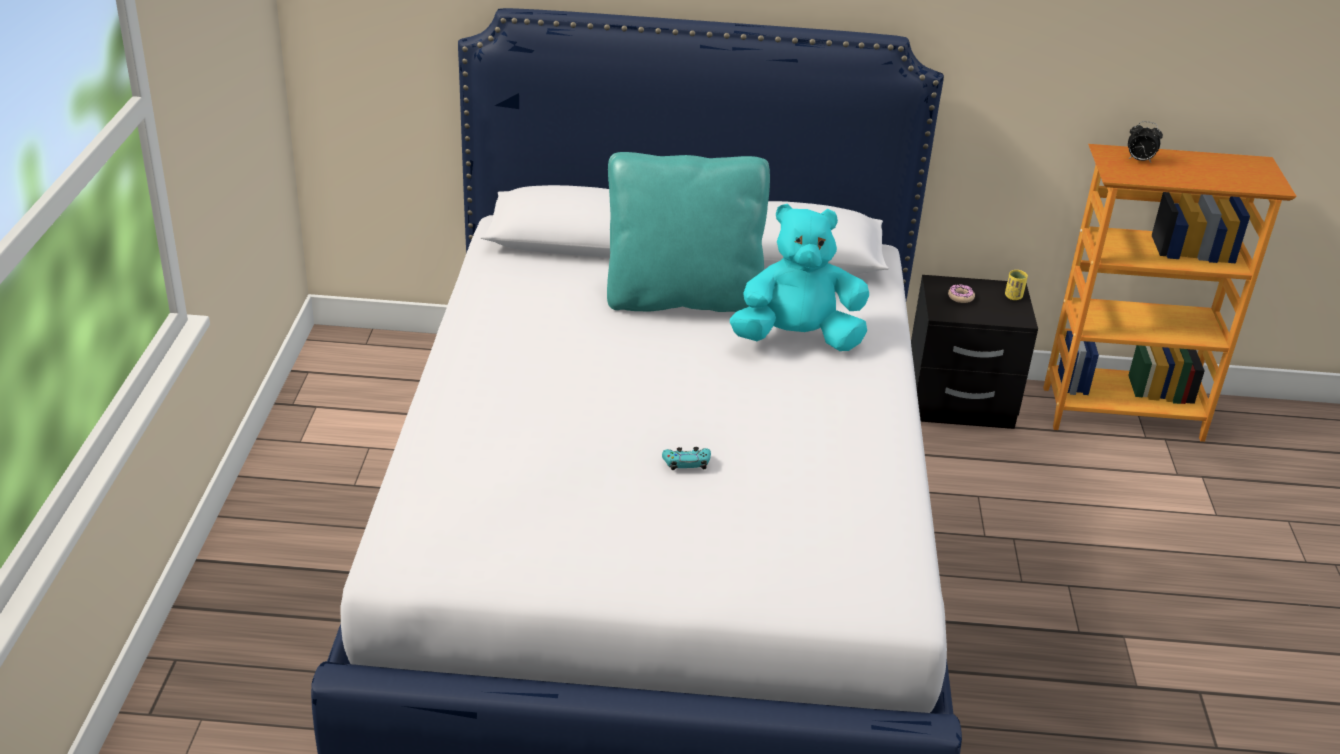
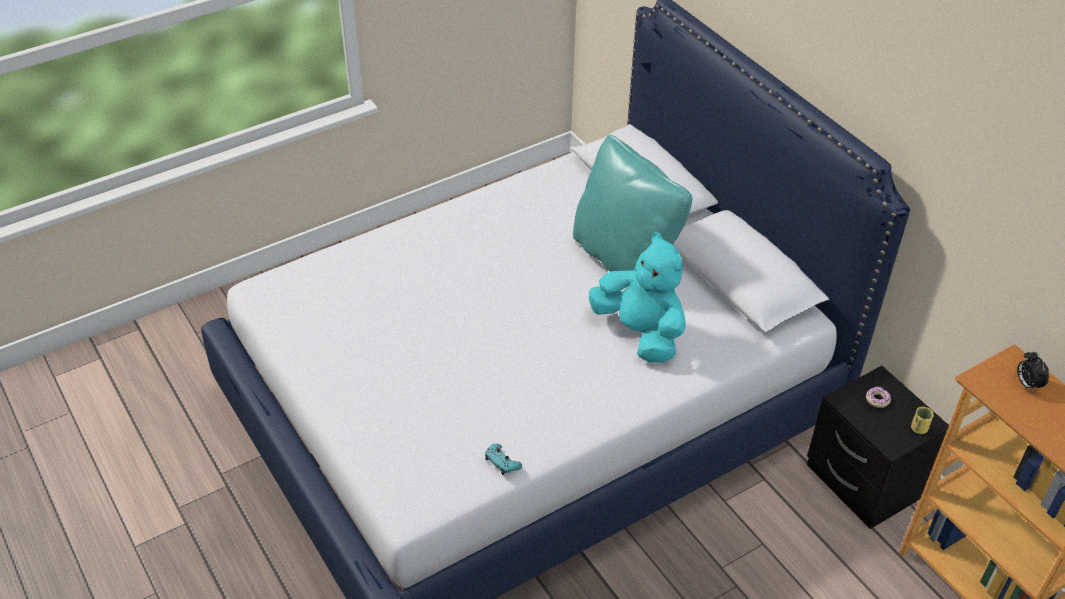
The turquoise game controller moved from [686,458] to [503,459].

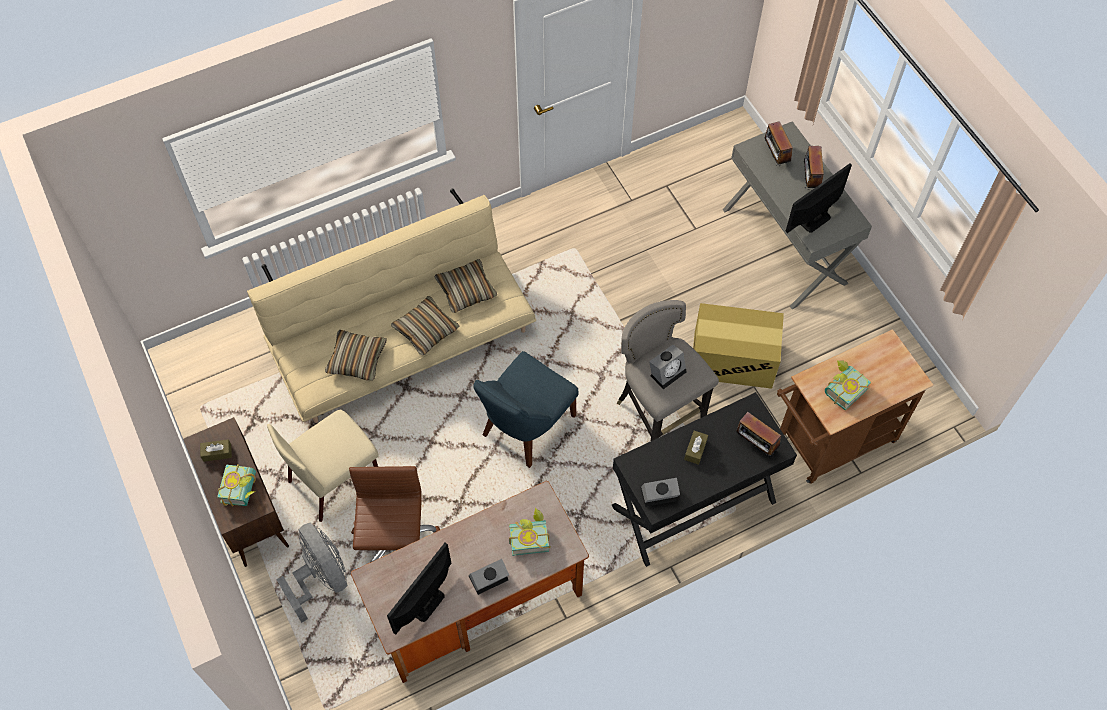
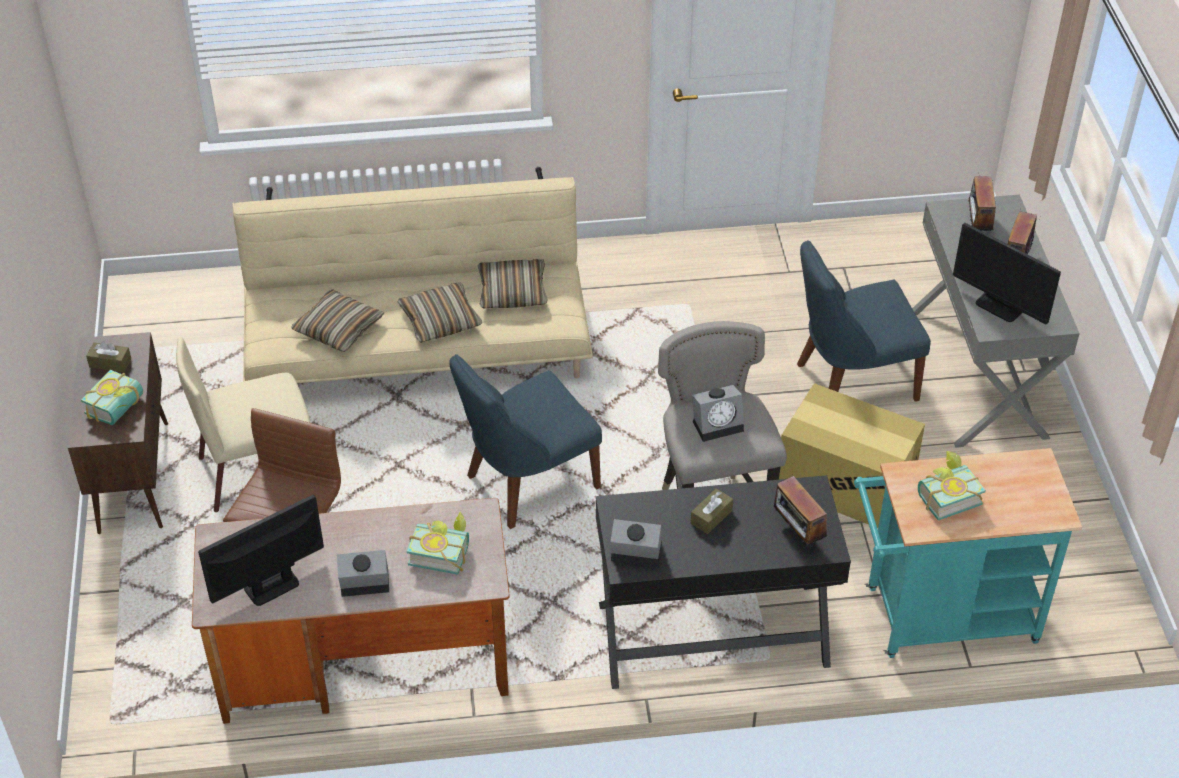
The monitor at [819,198] turned 120 degrees counterclockwise.
The brown cart at [855,406] became the turquoise cart at [968,553].
The grey fan at [312,572] disappeared.
The blue chair at [864,321] appeared.

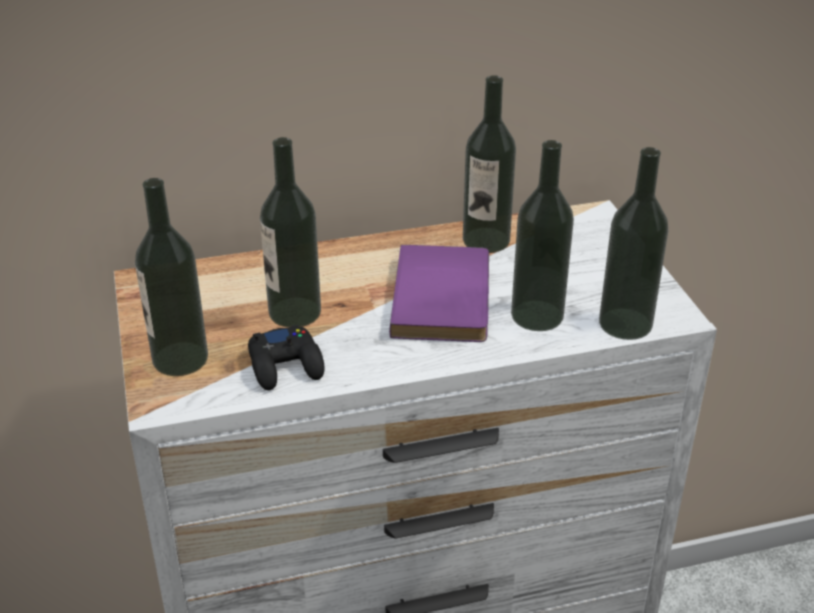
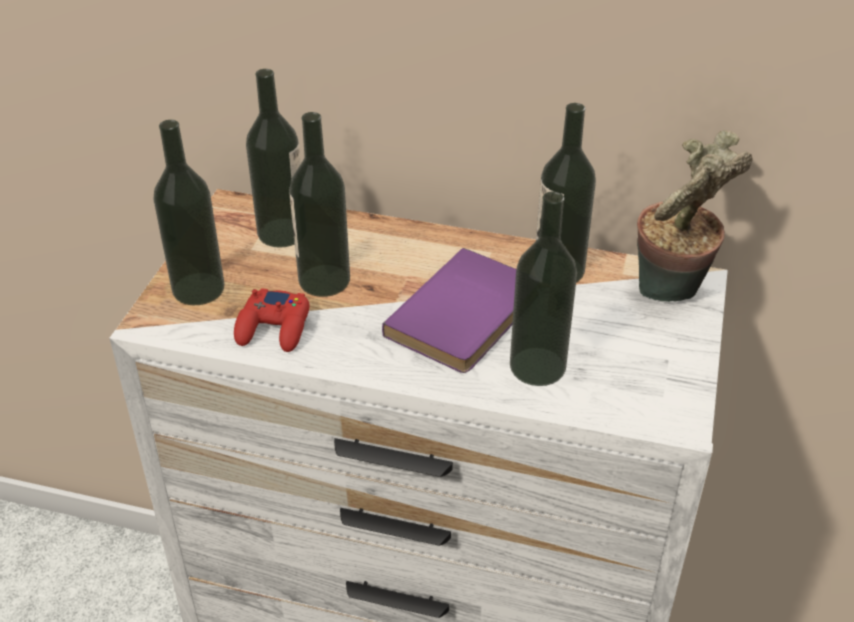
The bottle moved from [634,243] to [273,158].
The black game controller at [286,357] became the red game controller at [272,320].
The potted plant at [695,216] appeared.

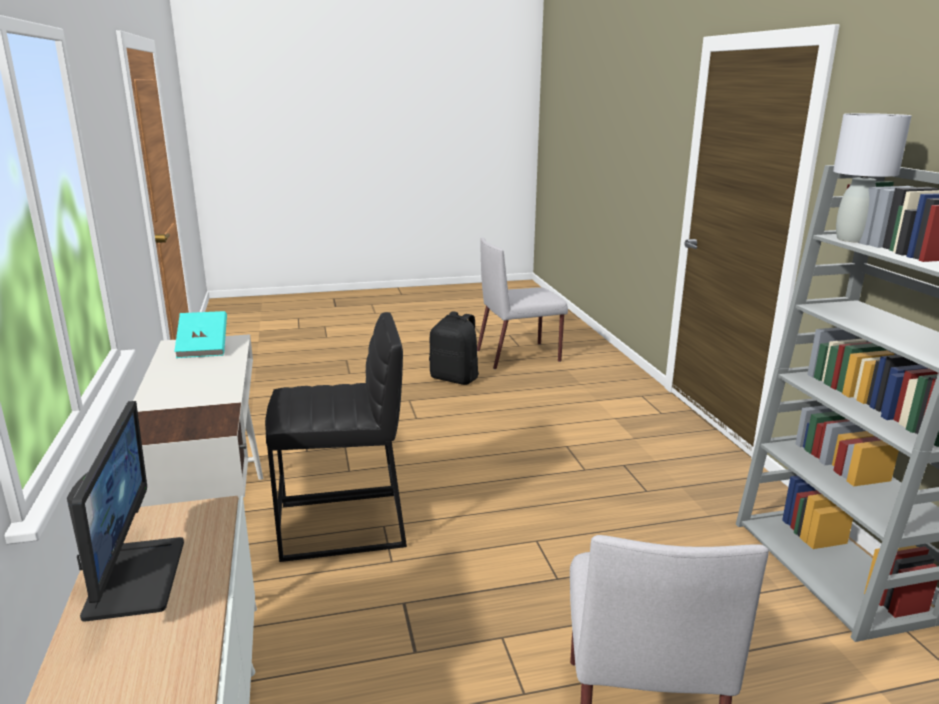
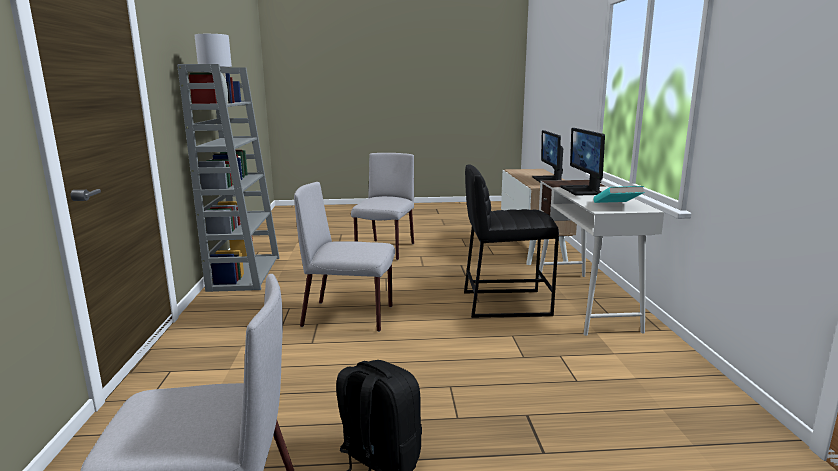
The monitor at [582,162] appeared.
The grey chair at [344,257] appeared.

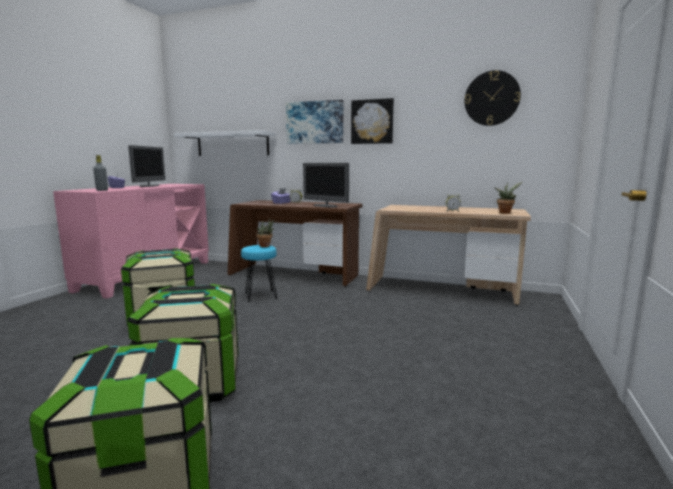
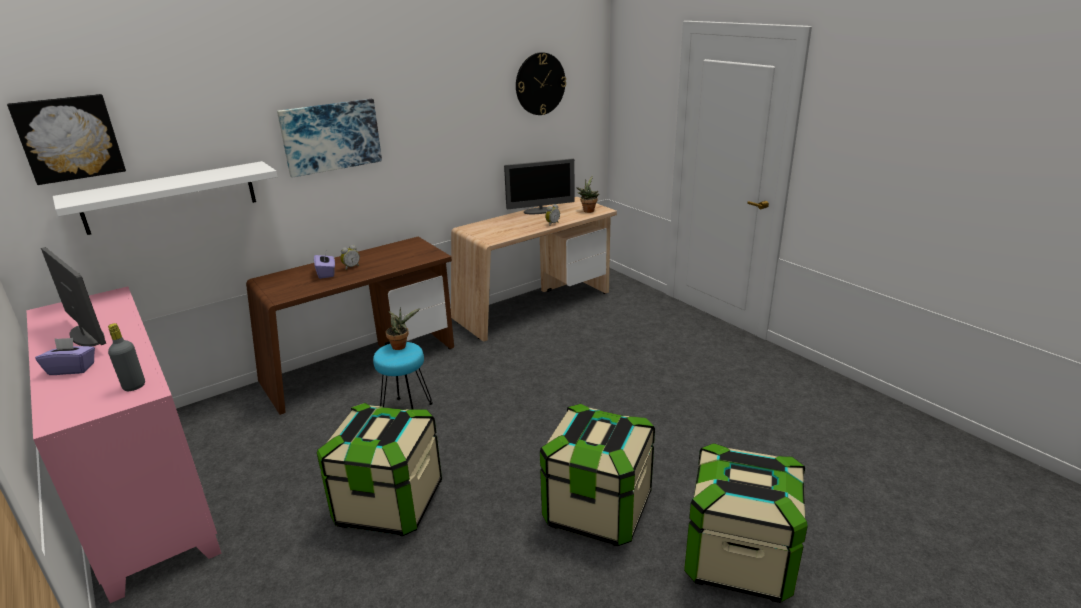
The picture moved from [372,121] to [66,139].
The monitor moved from [326,185] to [539,186].

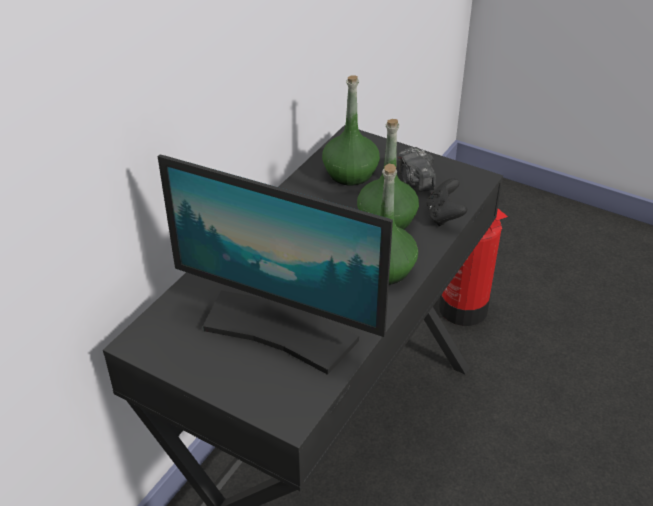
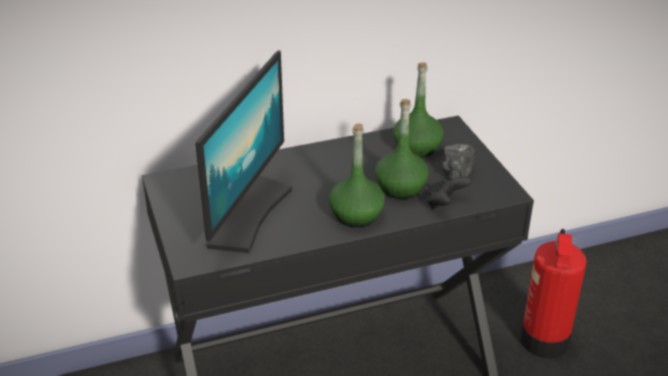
The monitor at [275,265] turned 135 degrees counterclockwise.

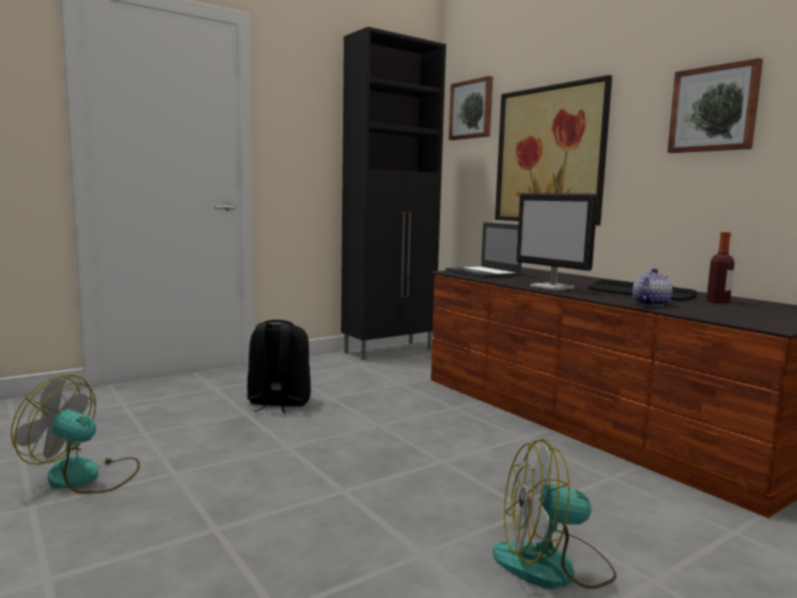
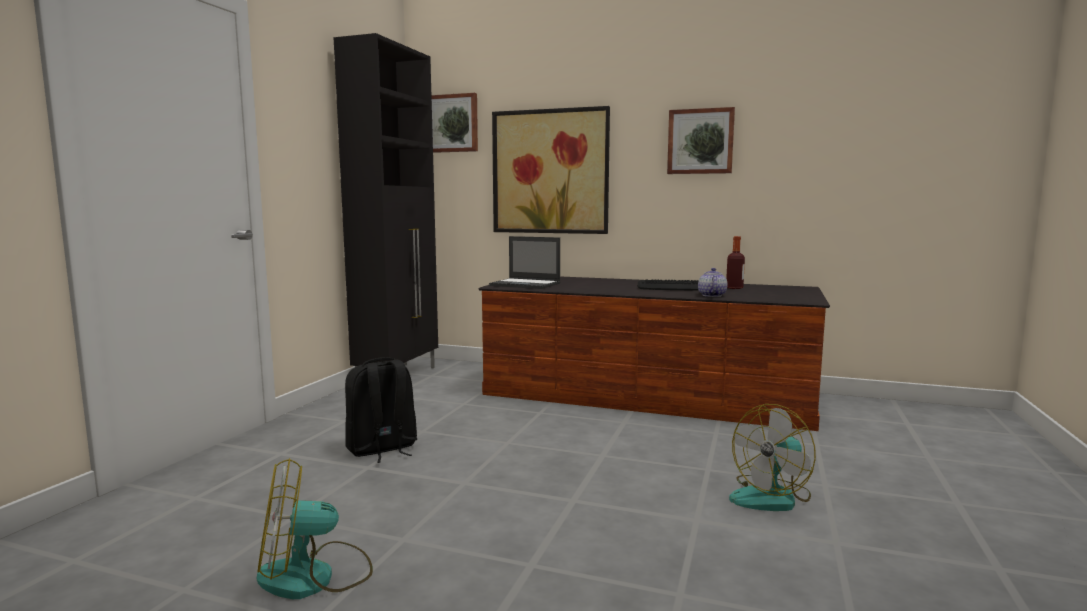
The monitor at [557,242] disappeared.

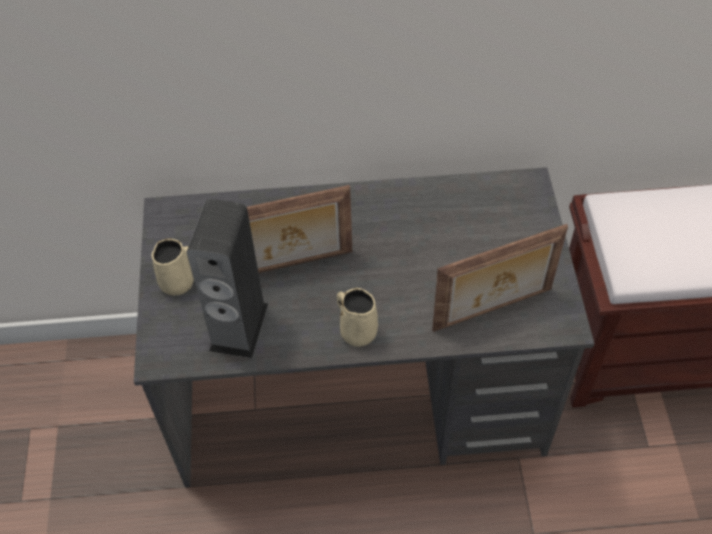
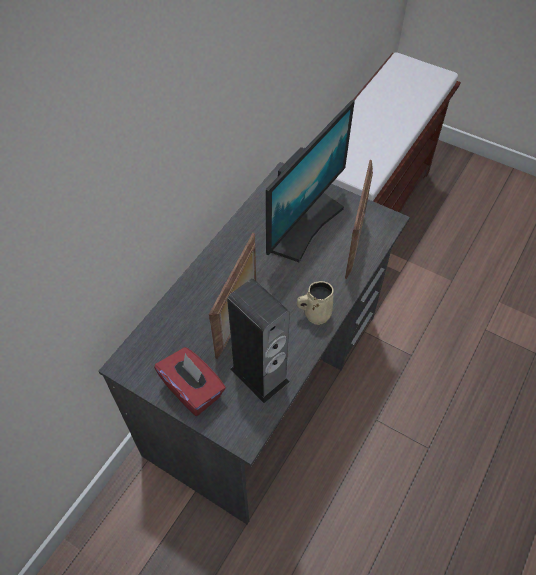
The beige mug at [172,267] was replaced by the red tissue box at [190,381].
The monitor at [310,181] appeared.

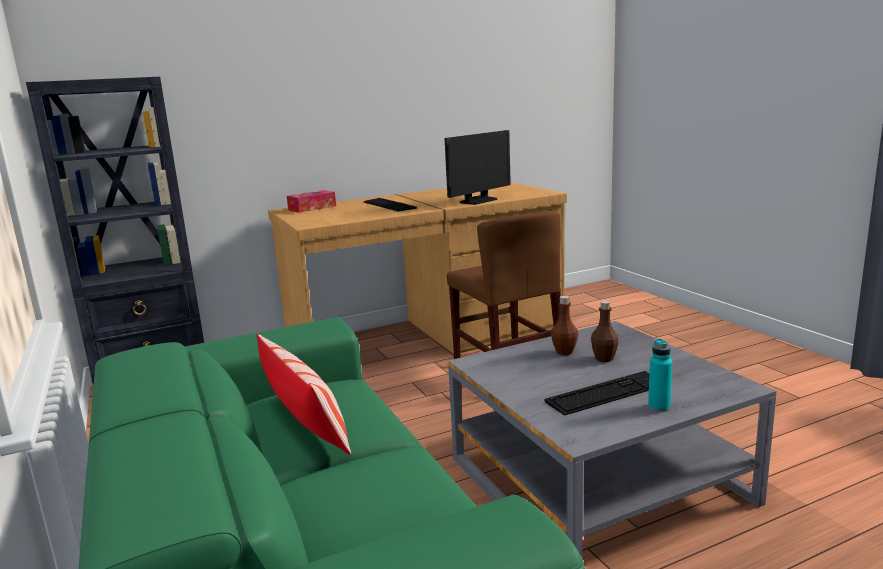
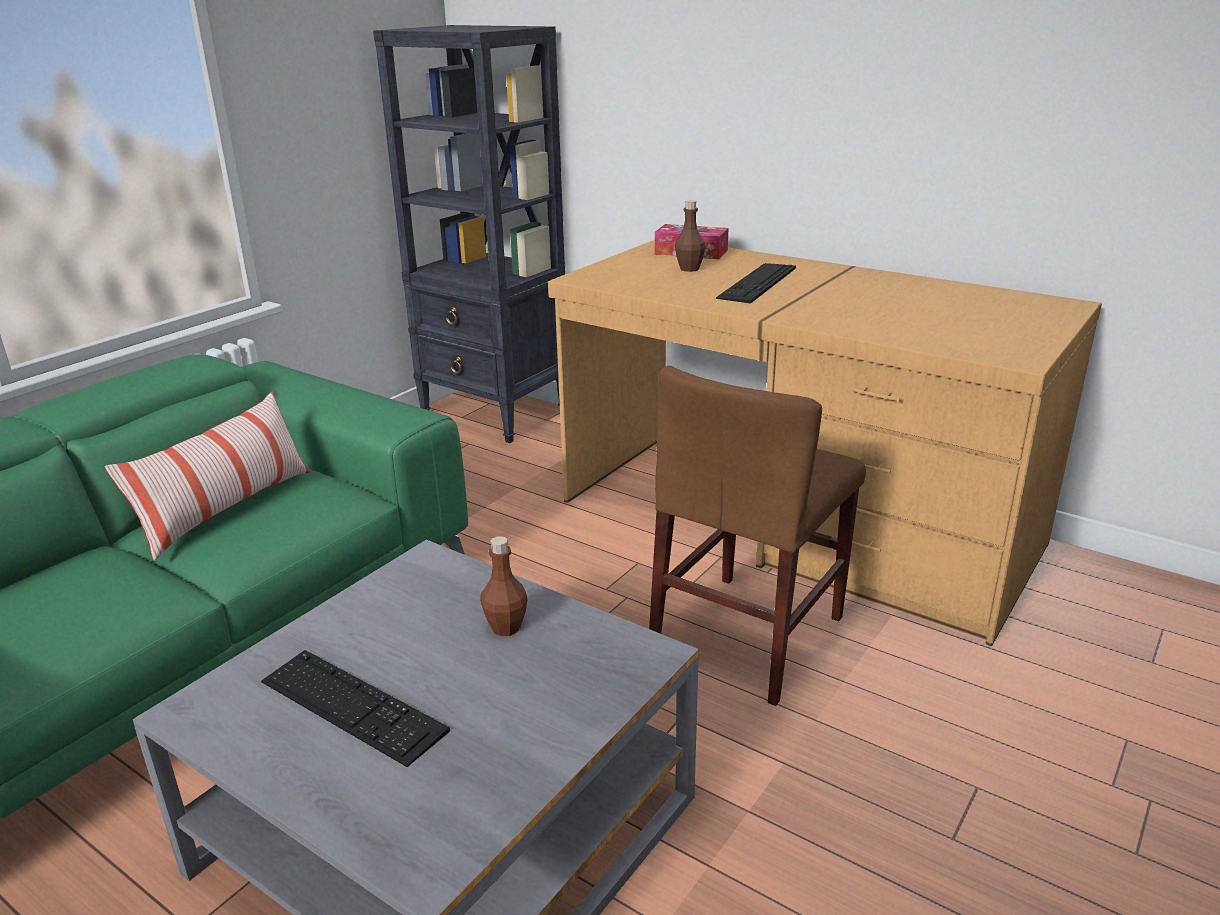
The monitor at [478,167] disappeared.
The brown bottle moved from [604,331] to [690,236].
The turquoise bottle at [660,375] disappeared.

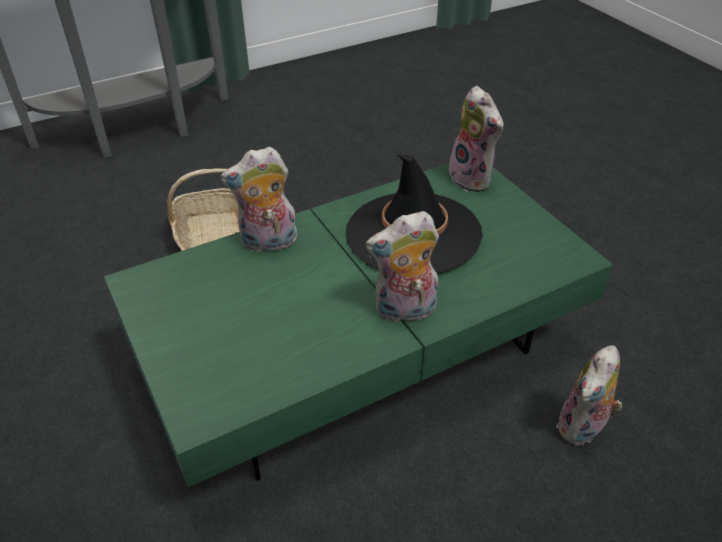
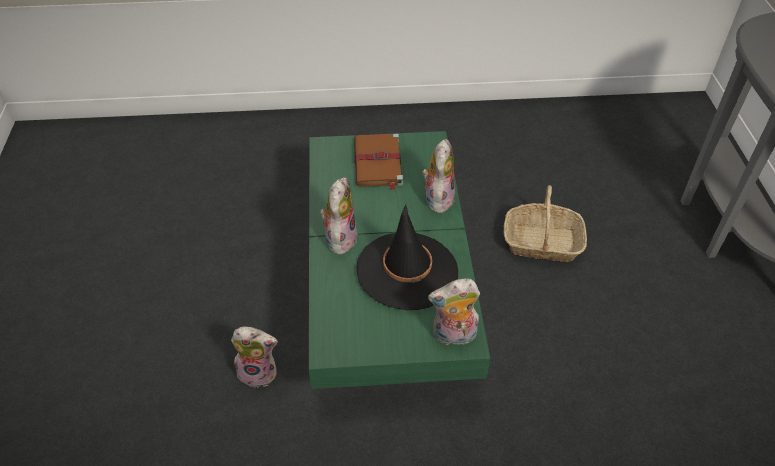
The plush toy at [589,395] turned 120 degrees clockwise.
The brown book at [378,161] appeared.

